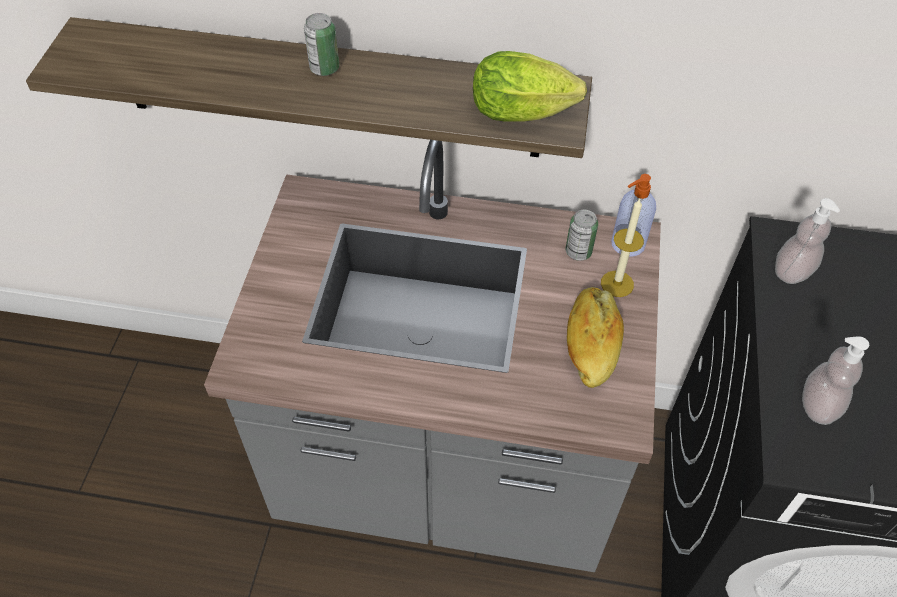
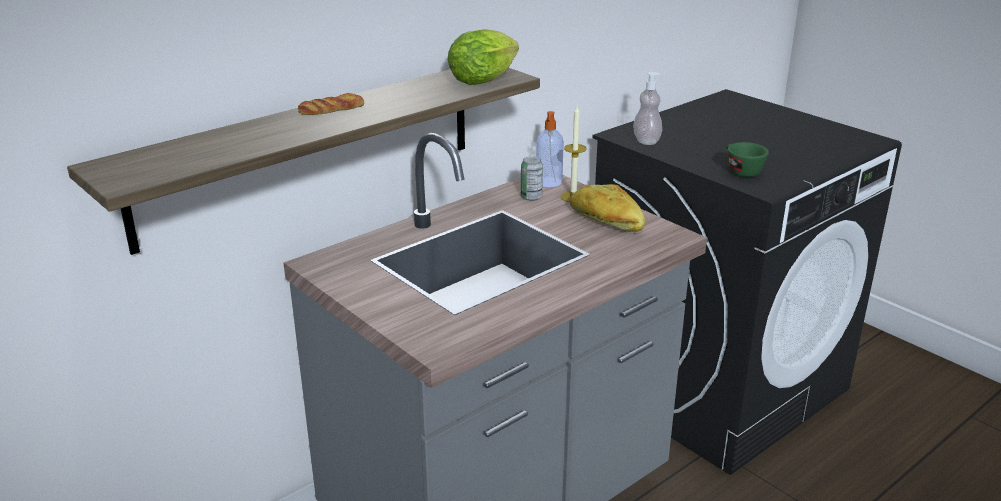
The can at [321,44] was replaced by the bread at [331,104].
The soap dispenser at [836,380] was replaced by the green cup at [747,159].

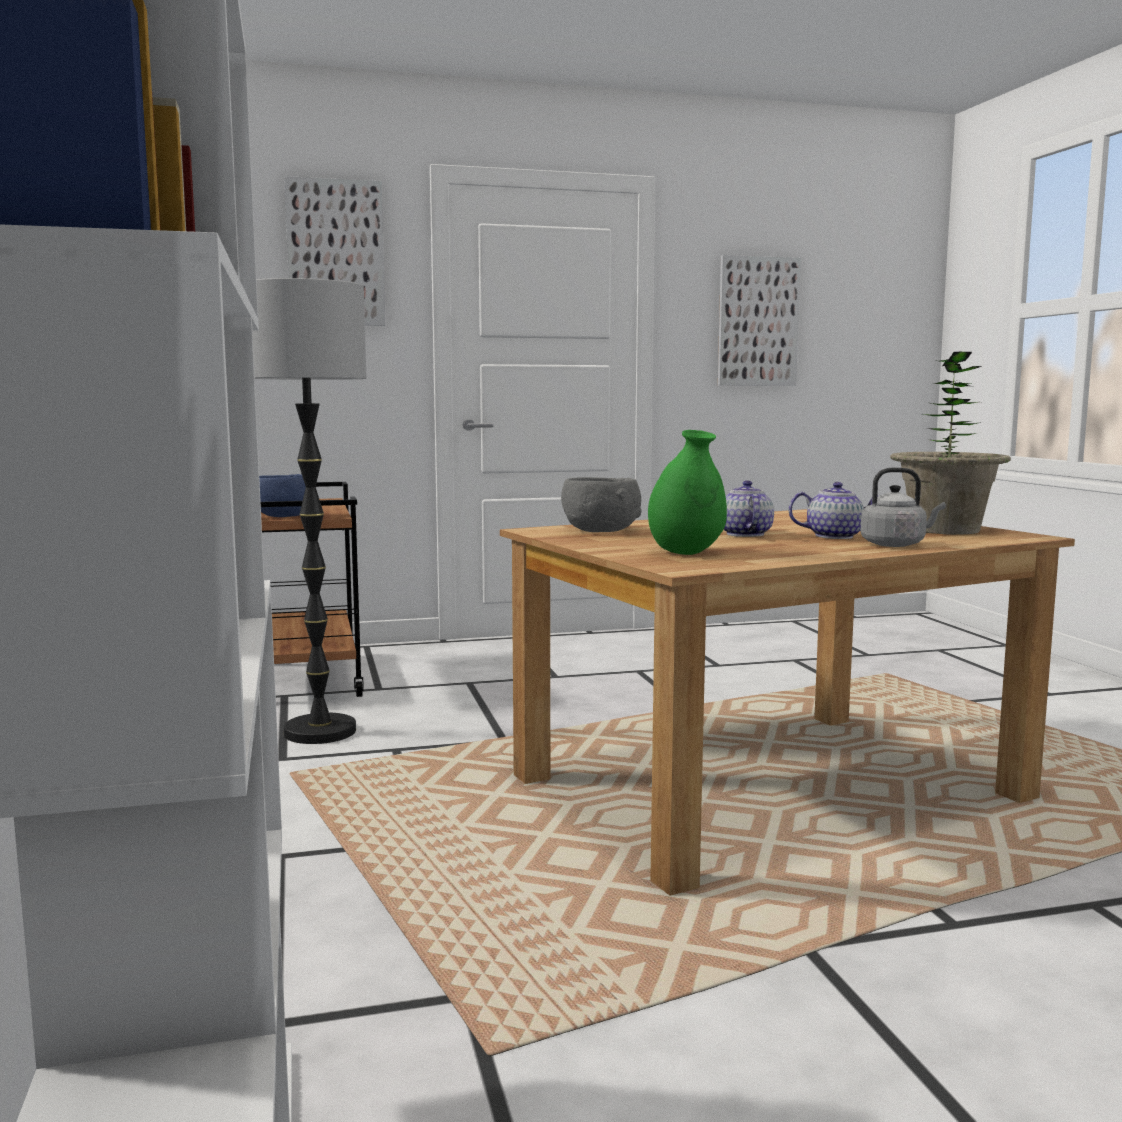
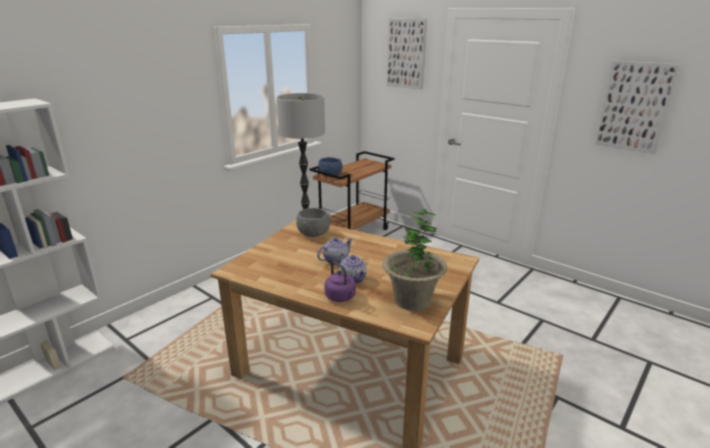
The green vase at [687,492] disappeared.
The grey kettle at [903,507] became the purple kettle at [340,281].

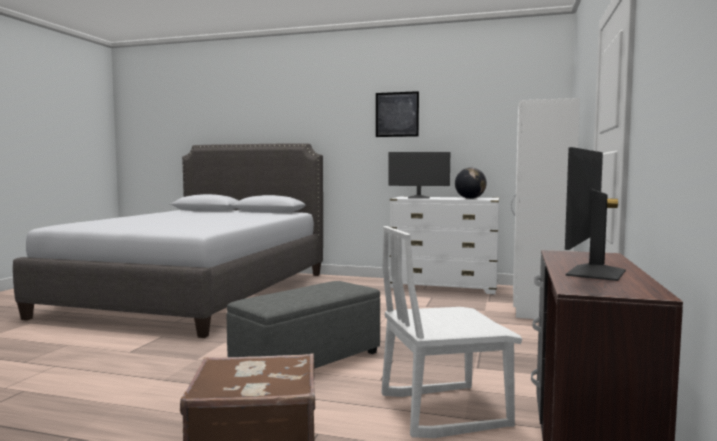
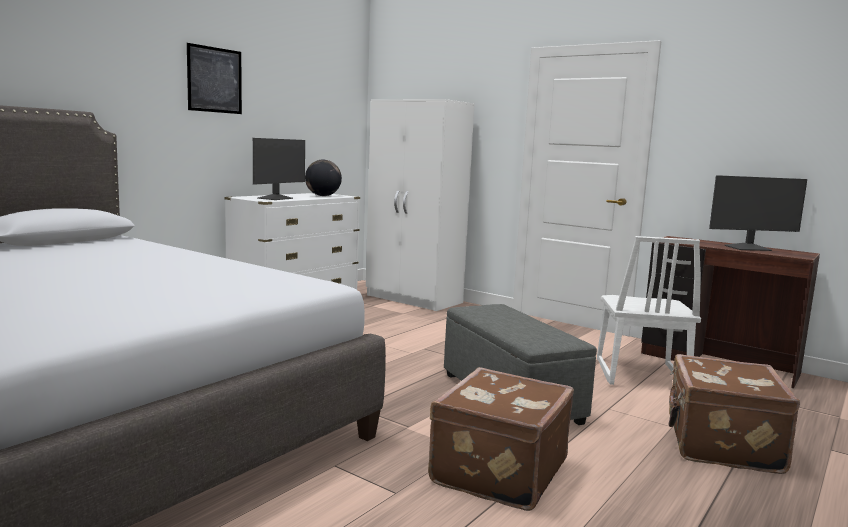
The monitor at [595,214] turned 60 degrees counterclockwise.
The brown suitcase at [501,439] appeared.

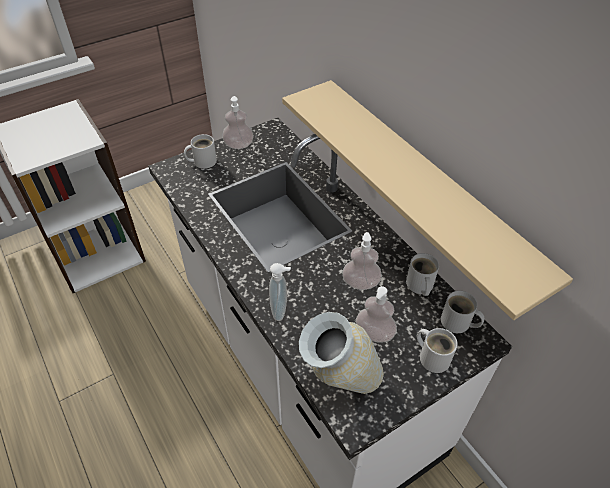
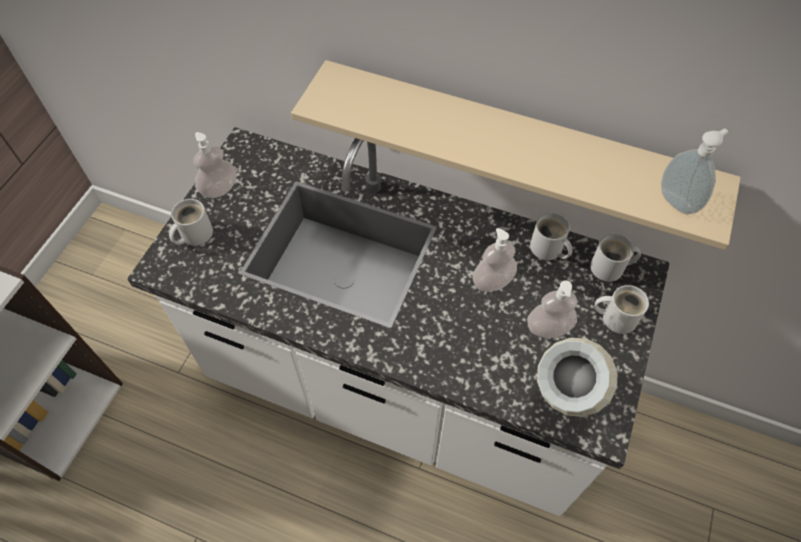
The soap dispenser moved from [280,292] to [694,171].

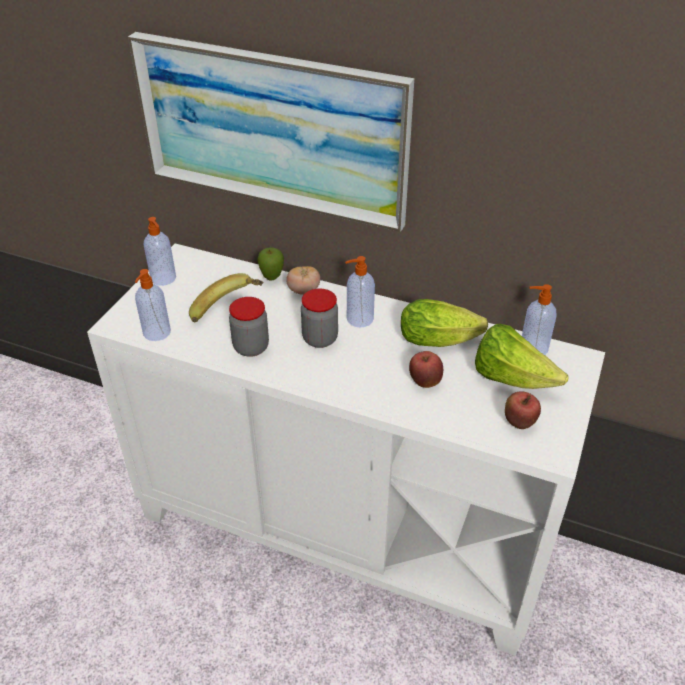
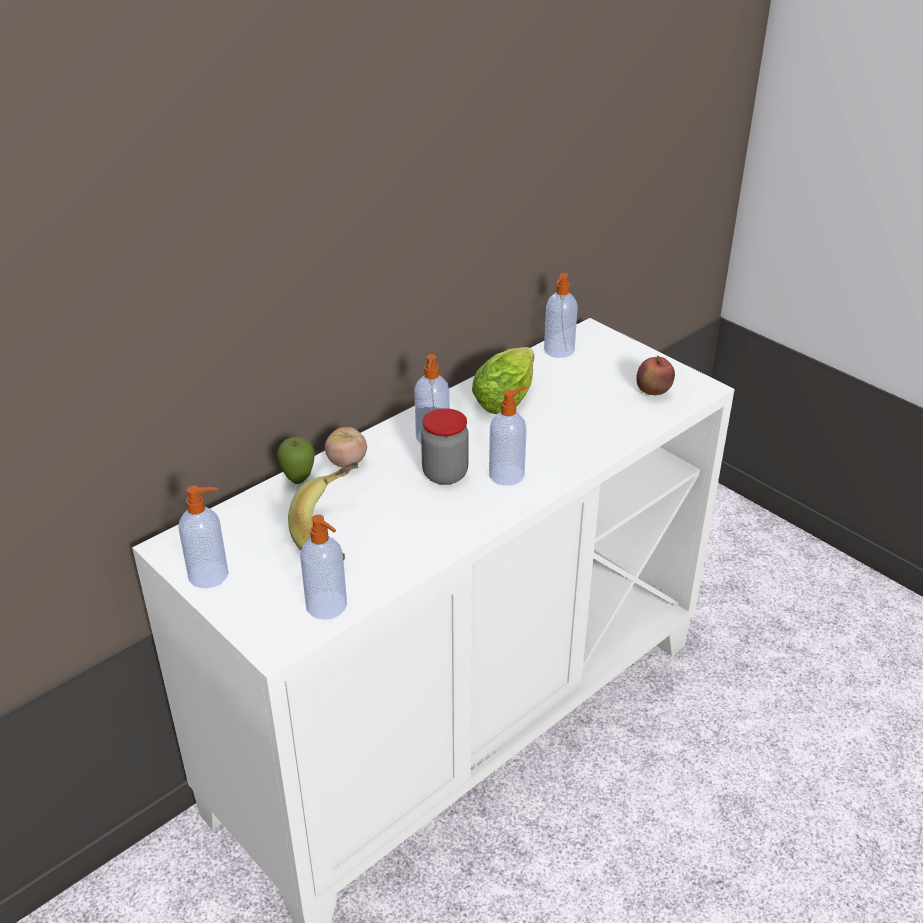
The picture at [271,132] disappeared.
The jar at [249,327] disappeared.
The lettuce at [522,356] disappeared.
The apple at [426,369] disappeared.
The soap dispenser at [508,436] appeared.

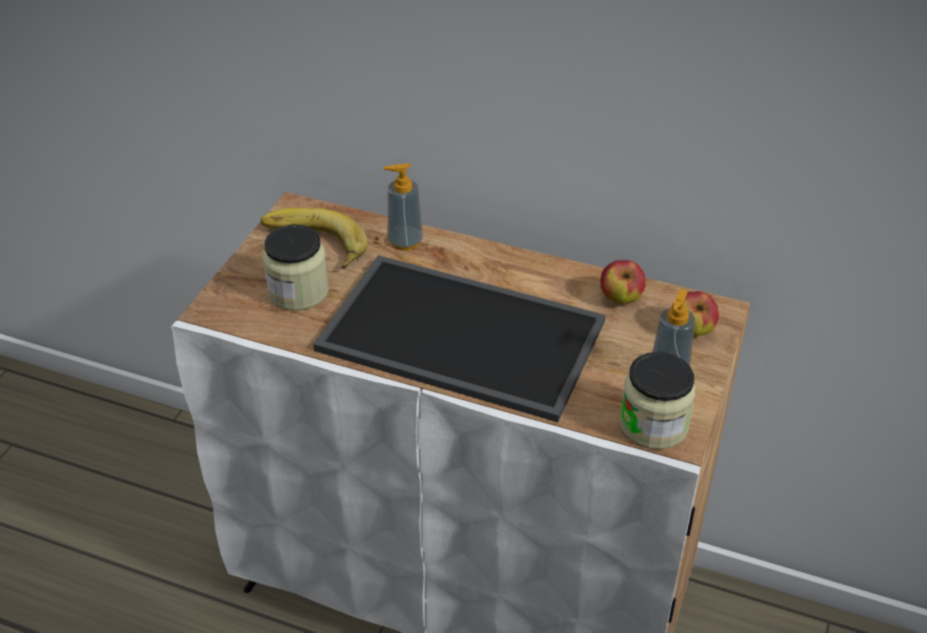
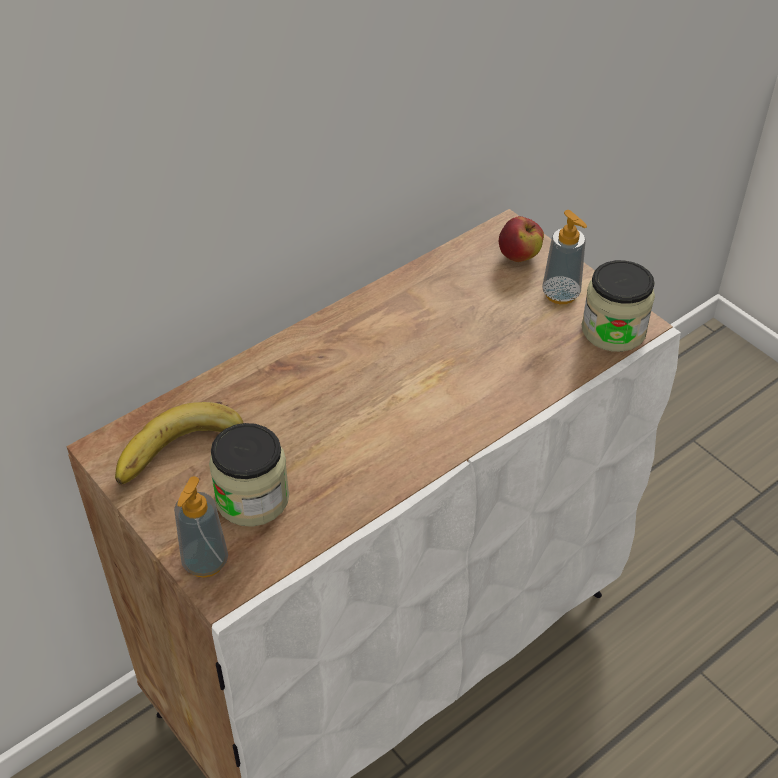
The soap dispenser moved from [403,206] to [201,527].
The tray at [459,338] disappeared.
The apple at [623,282] disappeared.

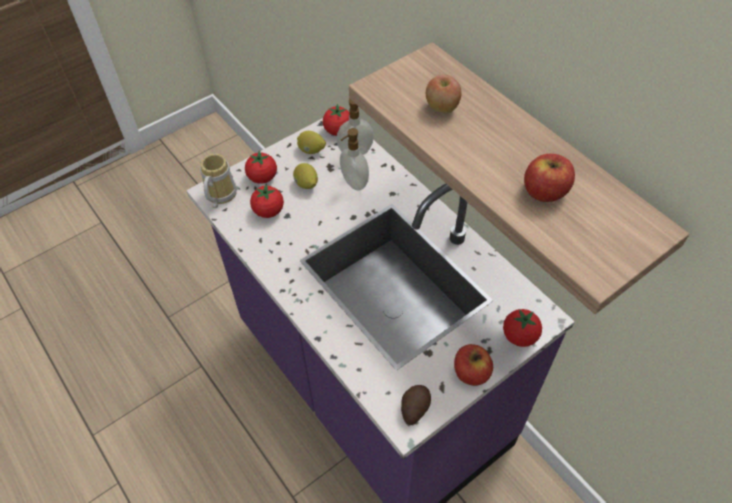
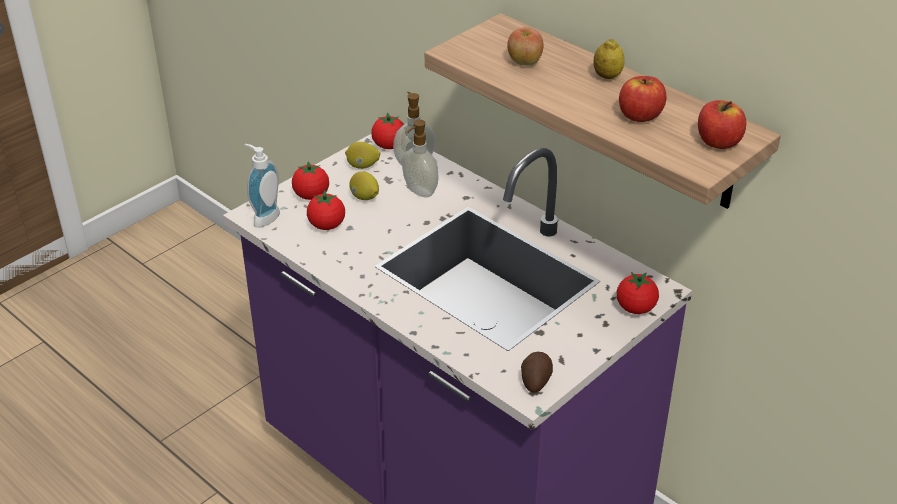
The mug at [218,181] was replaced by the soap dispenser at [262,186].
The apple moved from [473,365] to [722,124].
The lemon at [609,59] appeared.

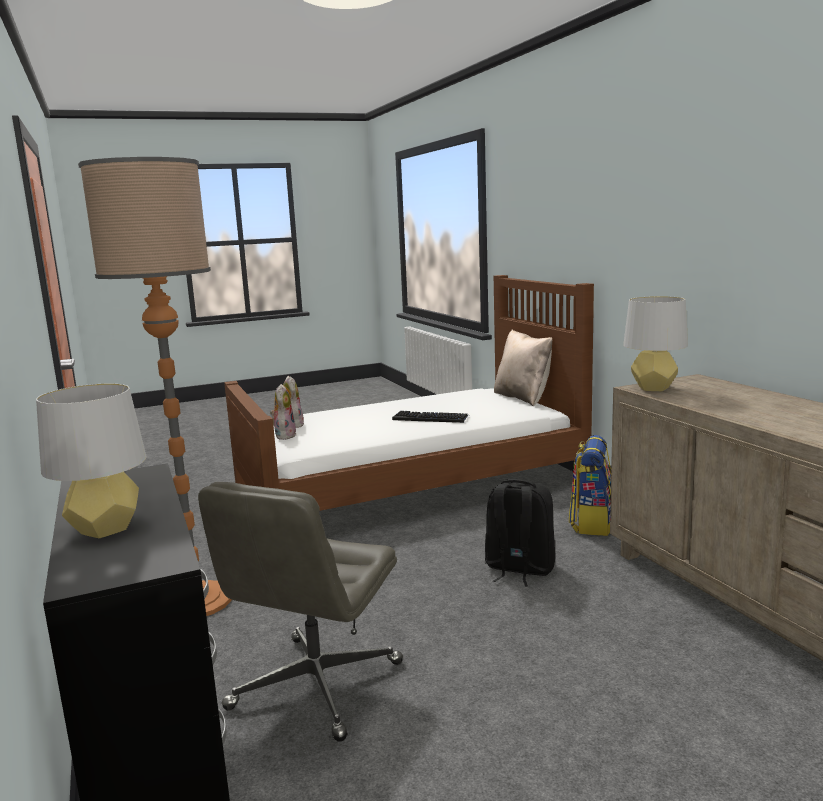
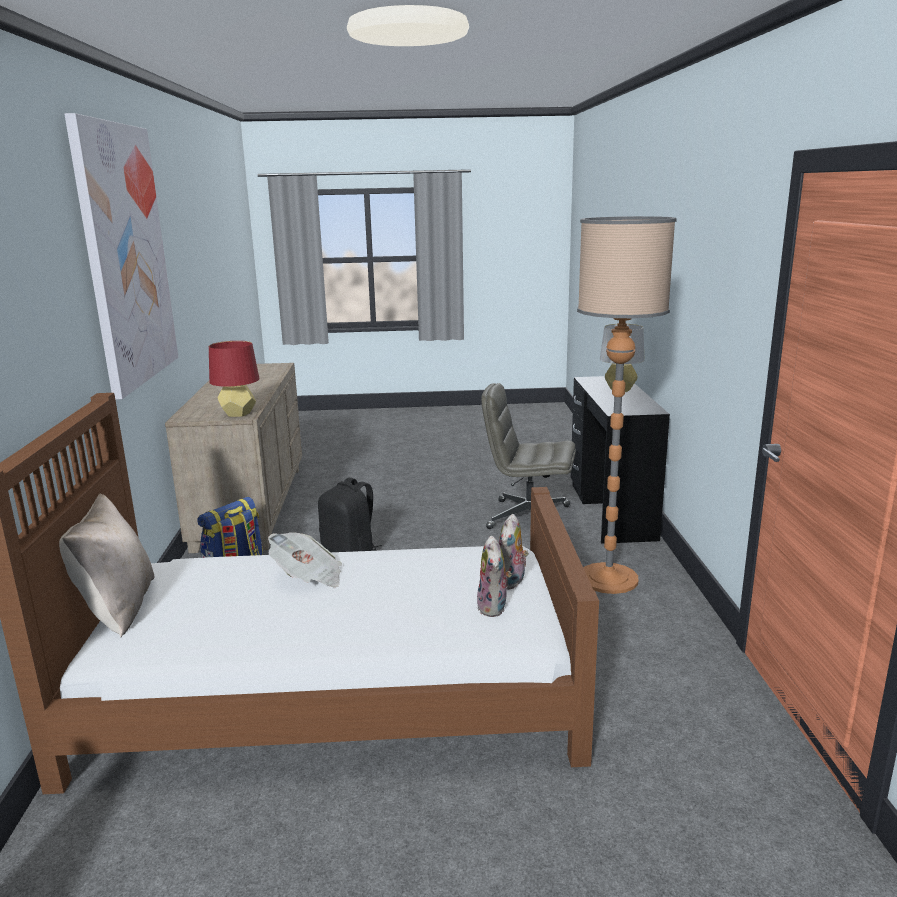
The grey table lamp at [655,343] became the red table lamp at [234,379].
The keyboard at [430,417] was replaced by the newspaper at [305,559].
The grey office chair at [300,612] turned 120 degrees counterclockwise.
The picture at [122,256] appeared.

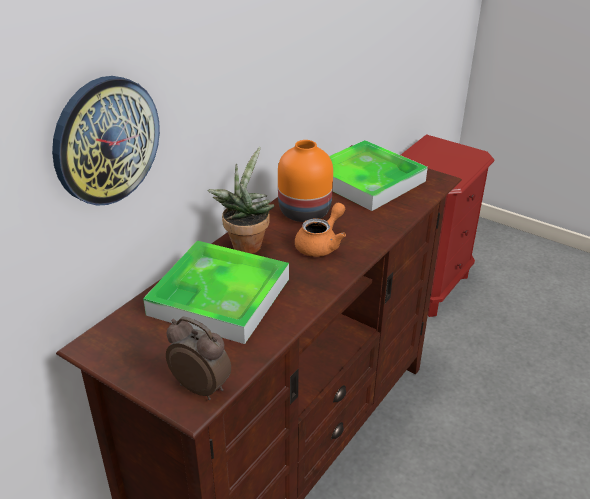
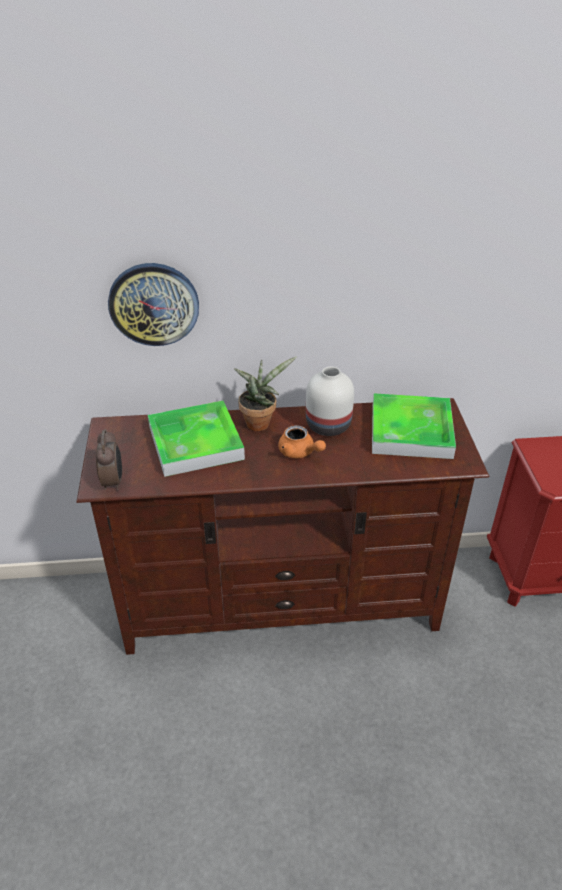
The orange vase at [305,181] became the white vase at [330,401].
The orange teapot at [320,229] turned 45 degrees clockwise.

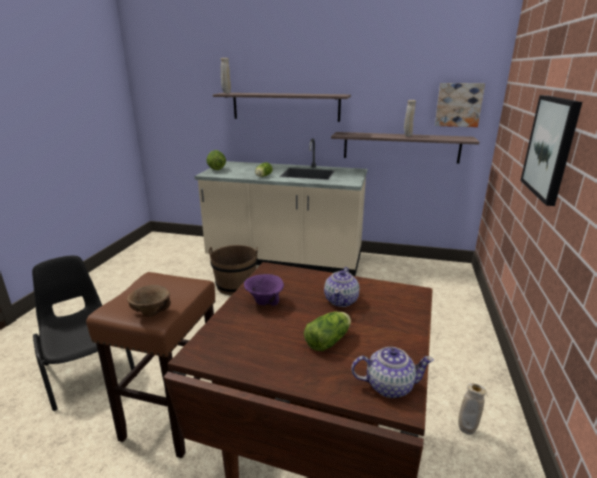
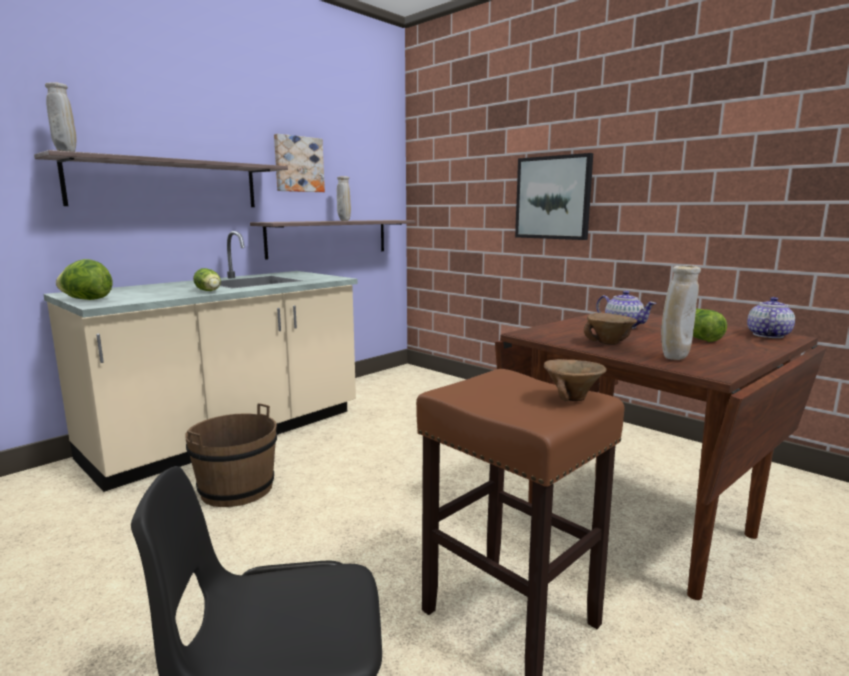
The picture moved from [460,105] to [299,163].
The purple bowl at [264,290] became the brown bowl at [610,329].
The beige vase moved from [472,409] to [681,312].

